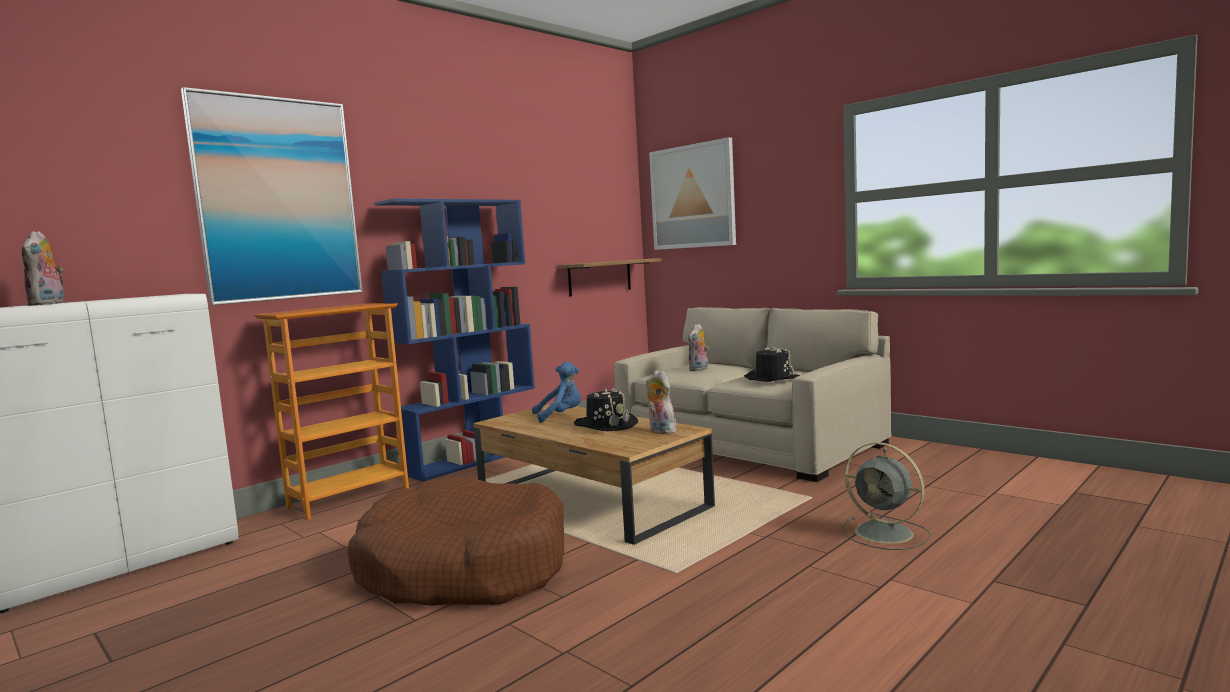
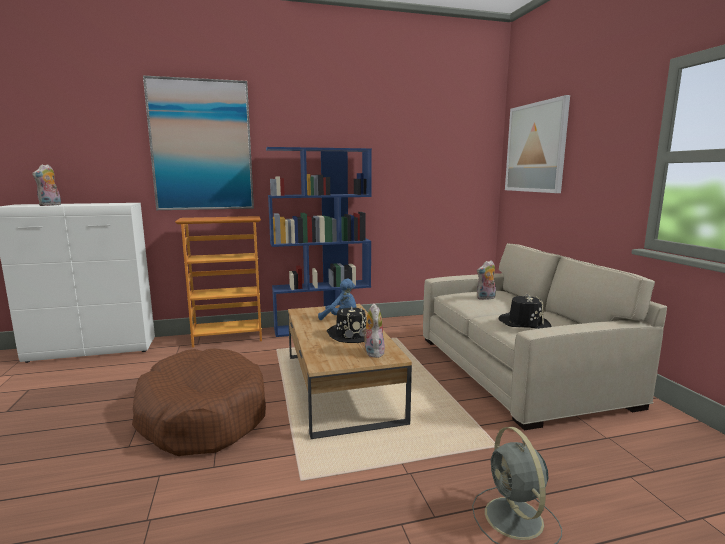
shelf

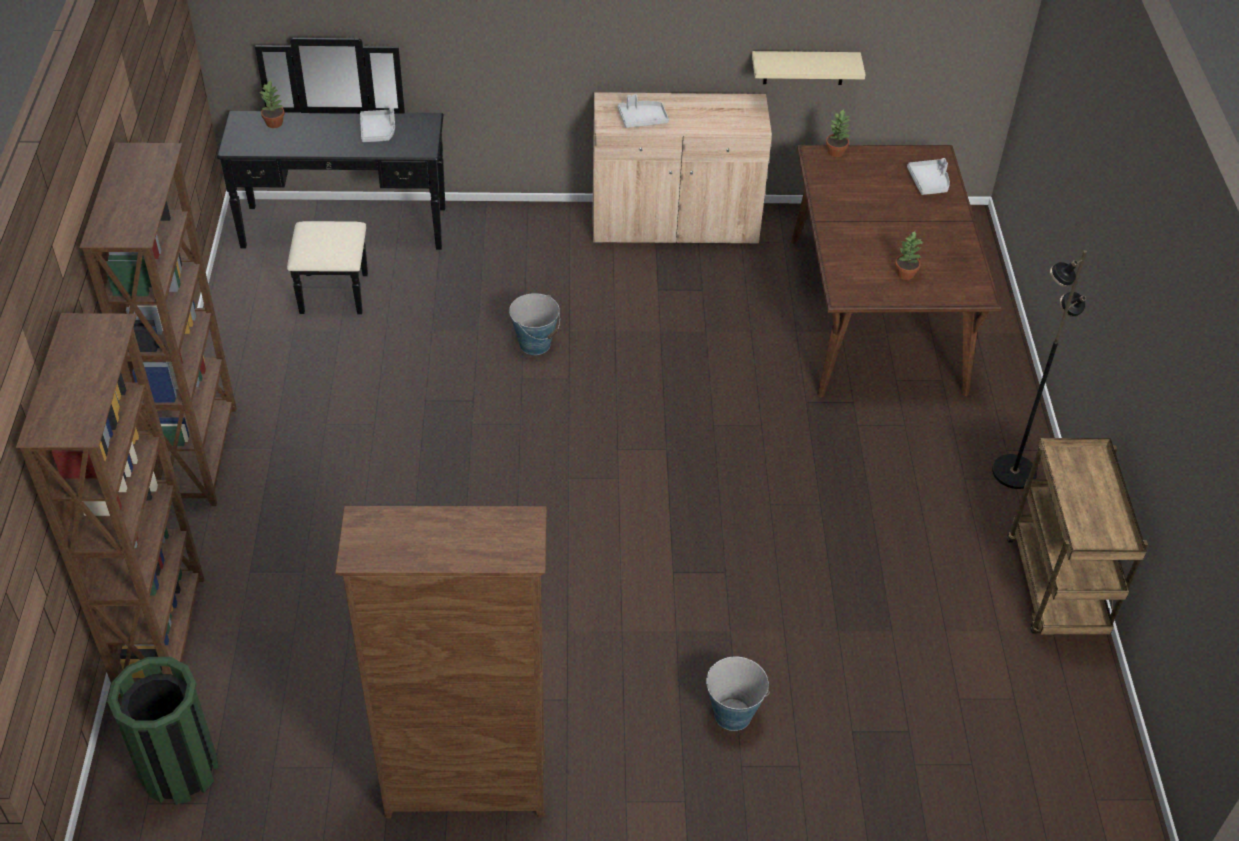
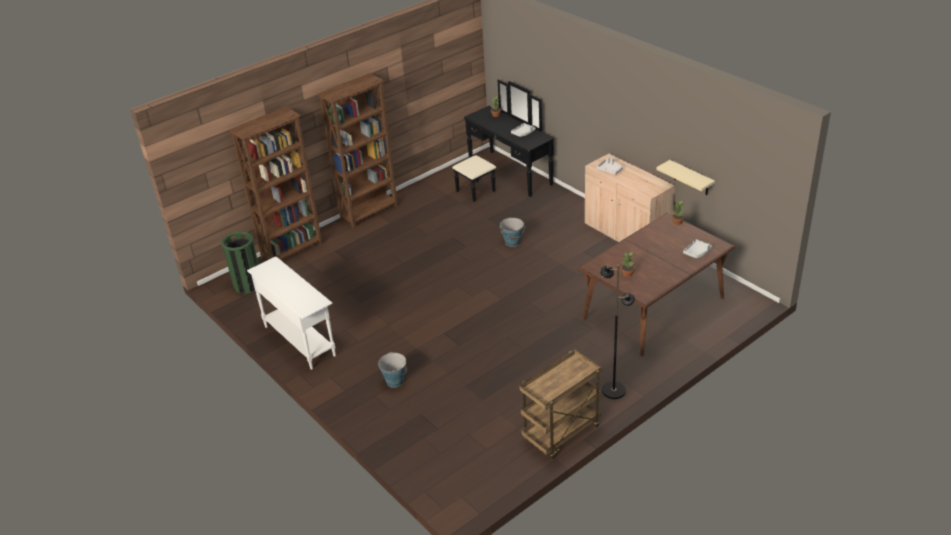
narrow table in whitish

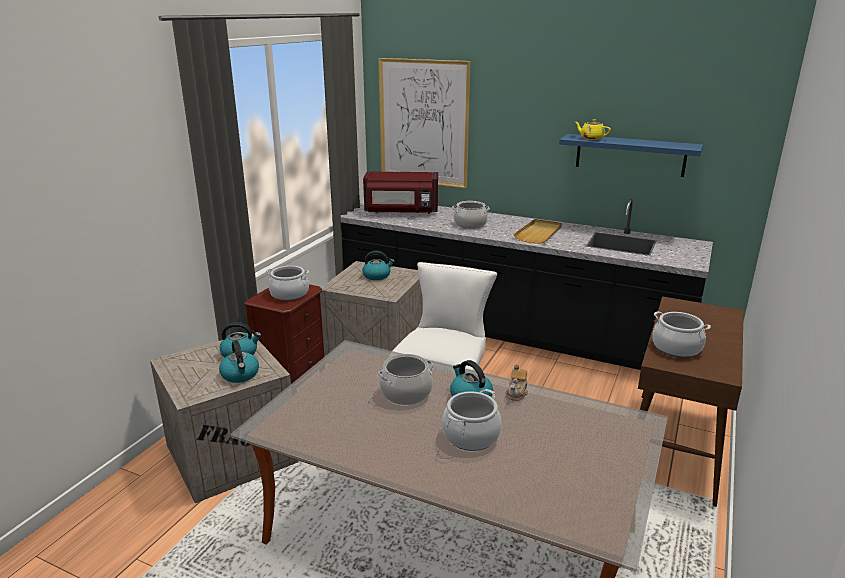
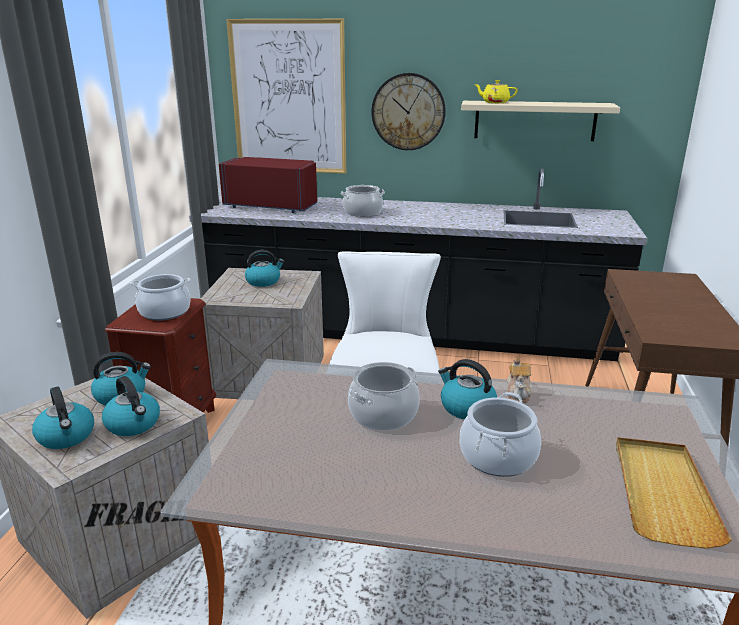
stockpot (5th from left in the first image)
kettle (1st from left)
hanging clock
tray in beige
shelf in beige
microwave oven in red

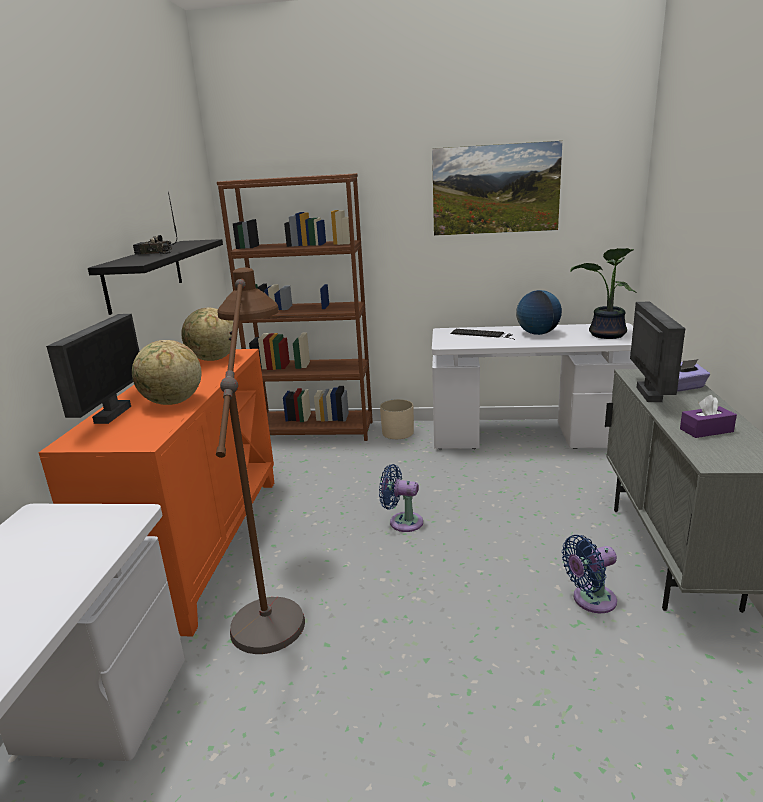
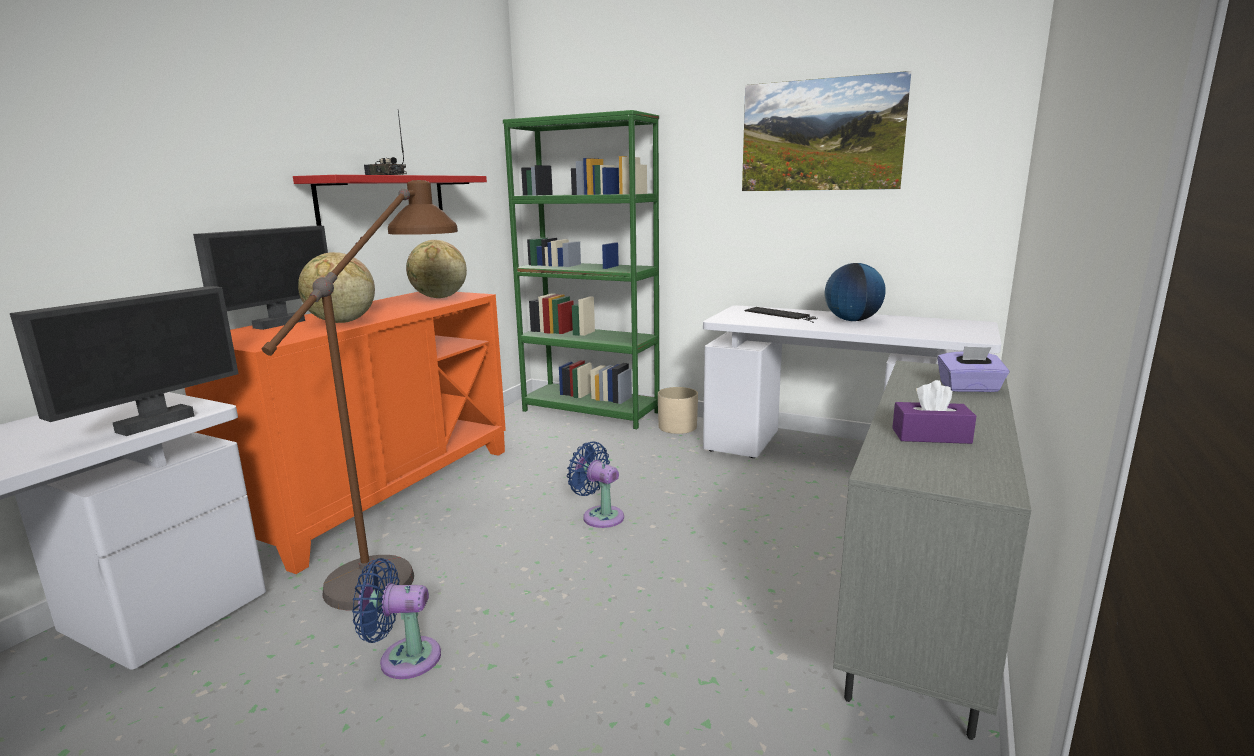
potted plant
fan in blue-coloured (1st from left)
computer screen (1st from left)
shelf in red
shelving unit in green-coloured

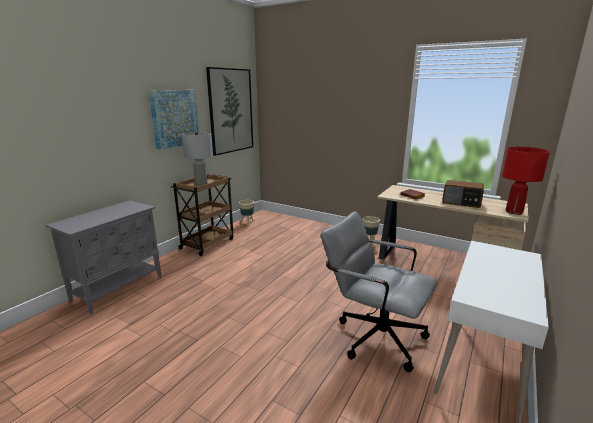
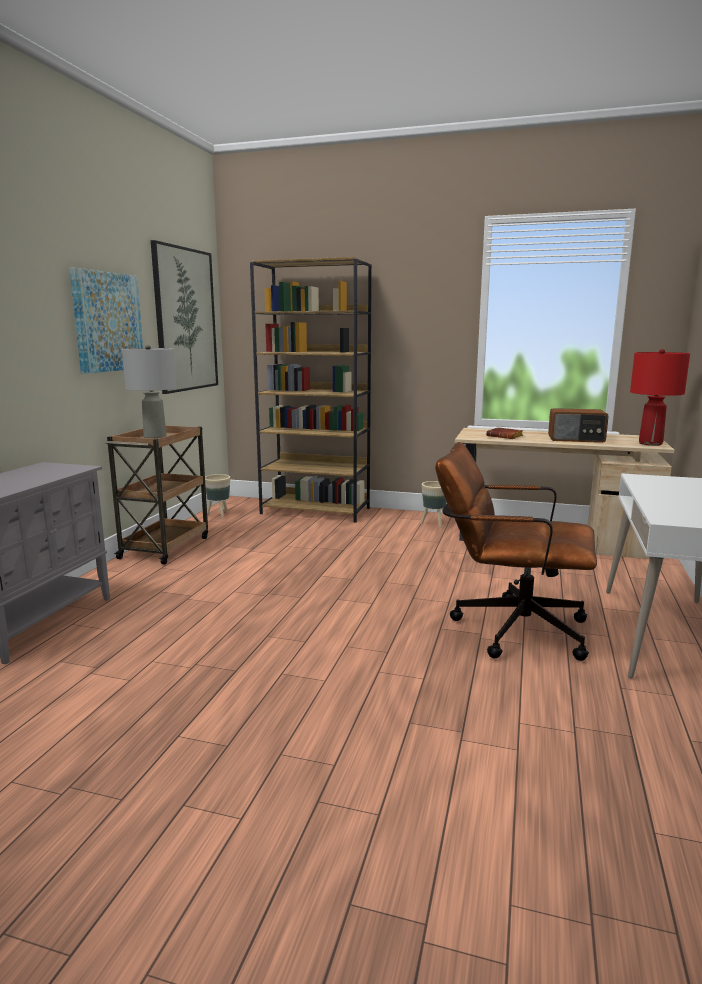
shelving unit in brownish
office chair in brownish

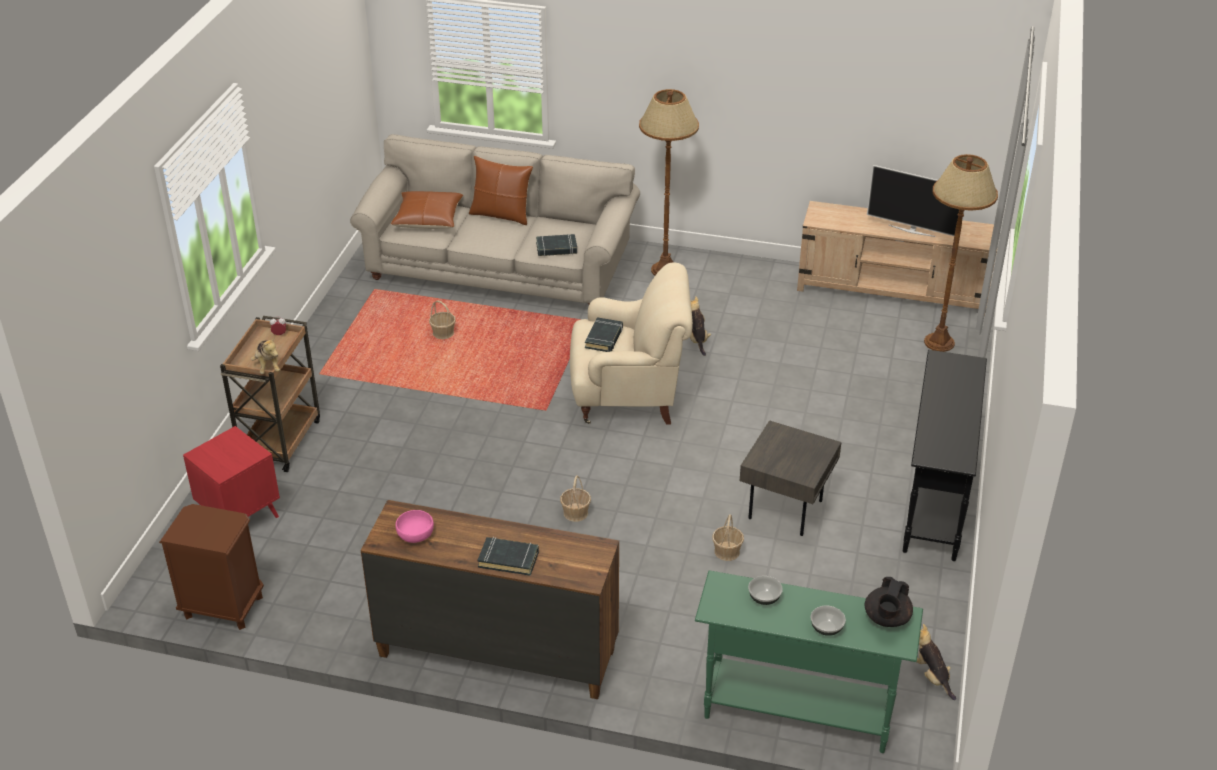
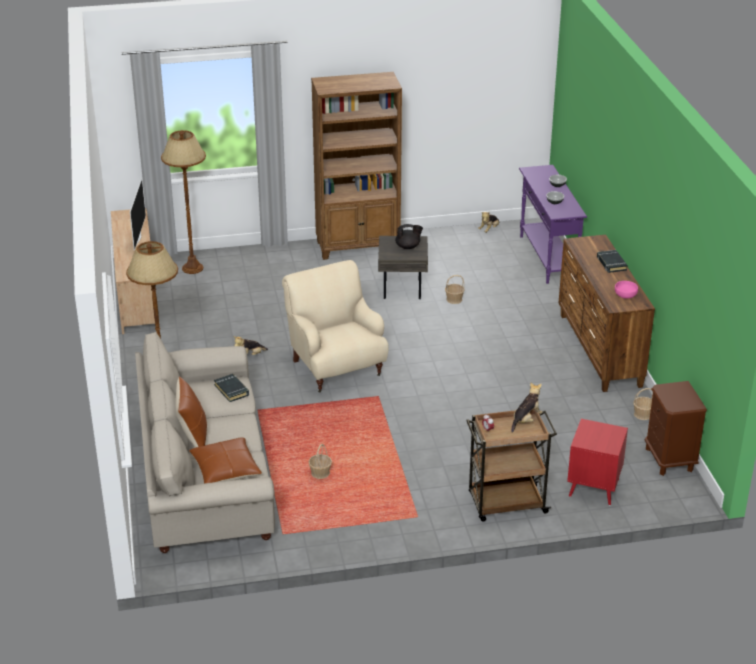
bound book in black (3rd from left in the first image)
household basket (3rd from left)
pot for tea in black
shelving unit in brownish
narrow table in purple-coloured

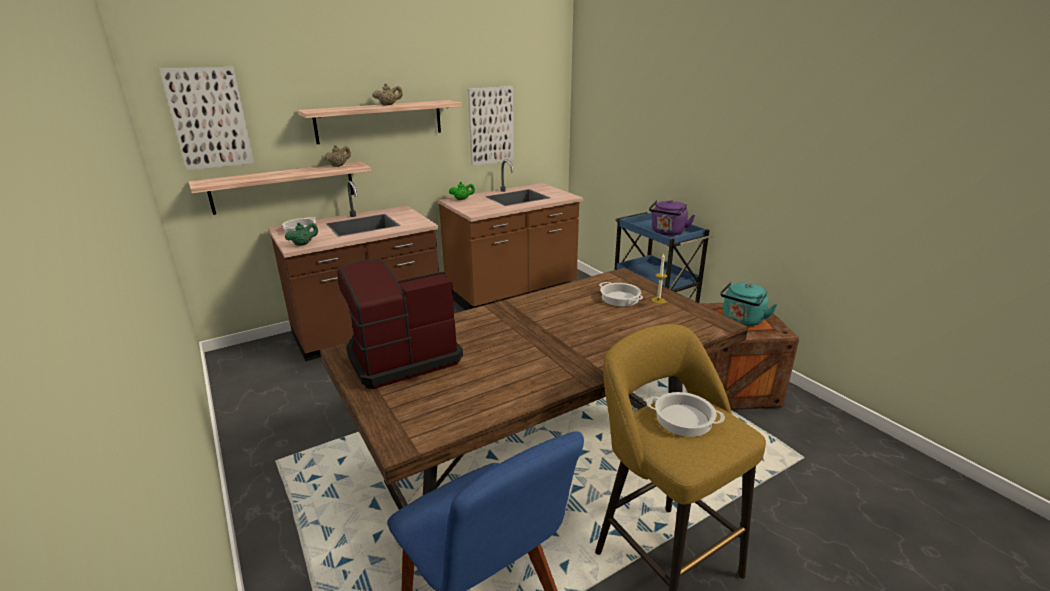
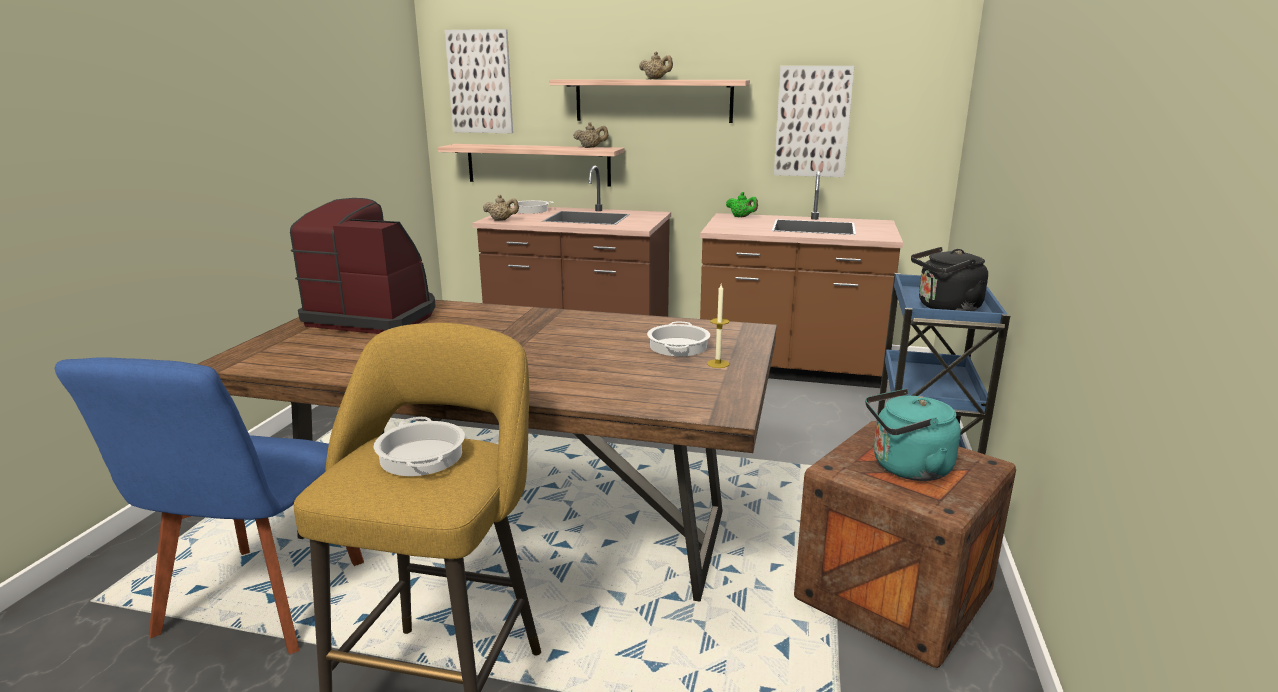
pot for tea in beige (1st from left)
kettle in black

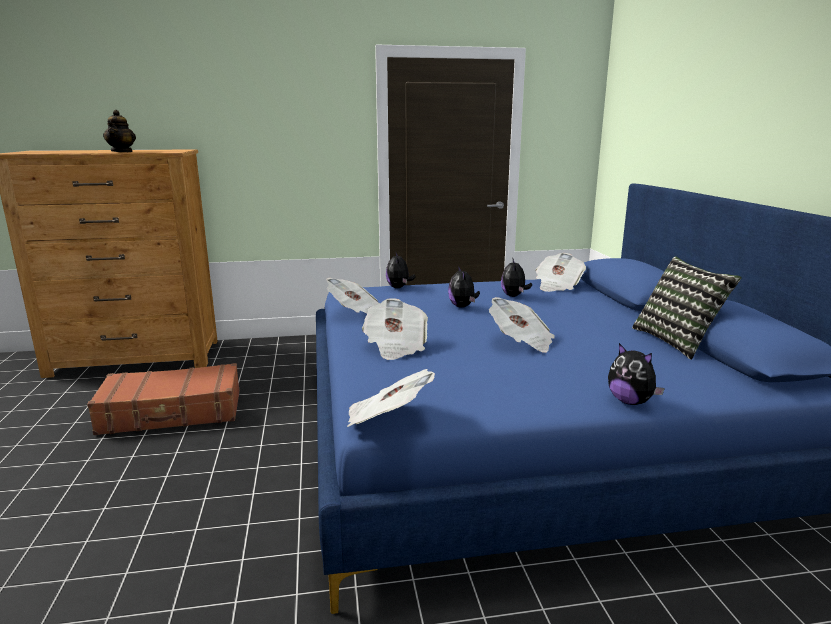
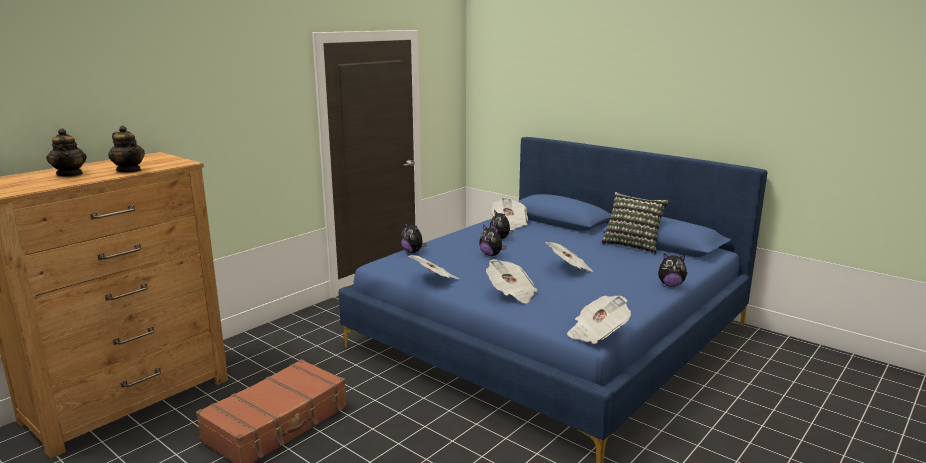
pot for tea (1st from left)

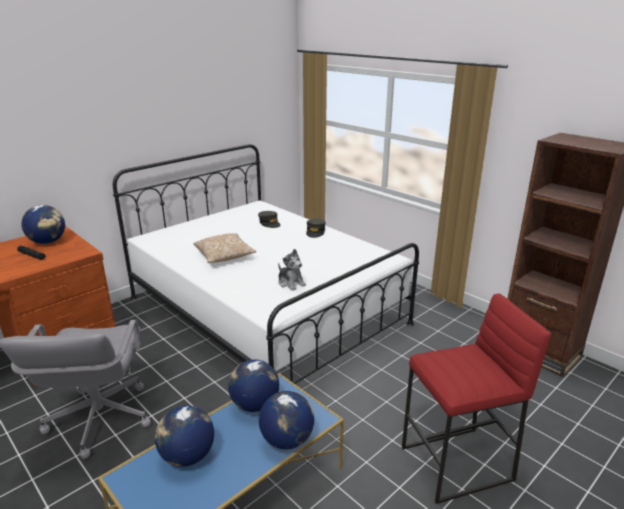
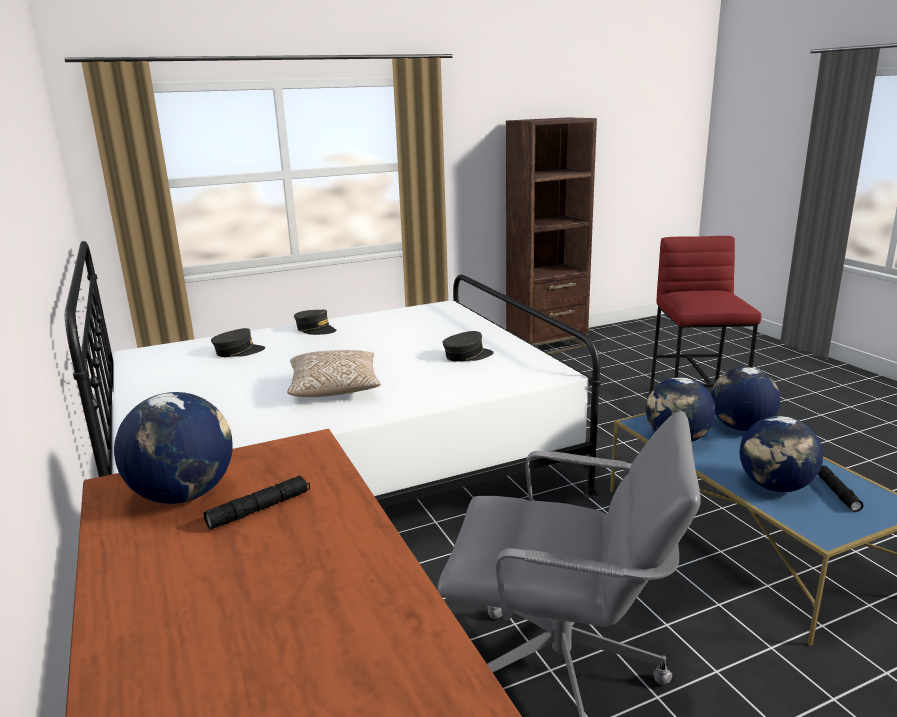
hand torch in black (2nd from left)
peaked cap in gray (3rd from left)

